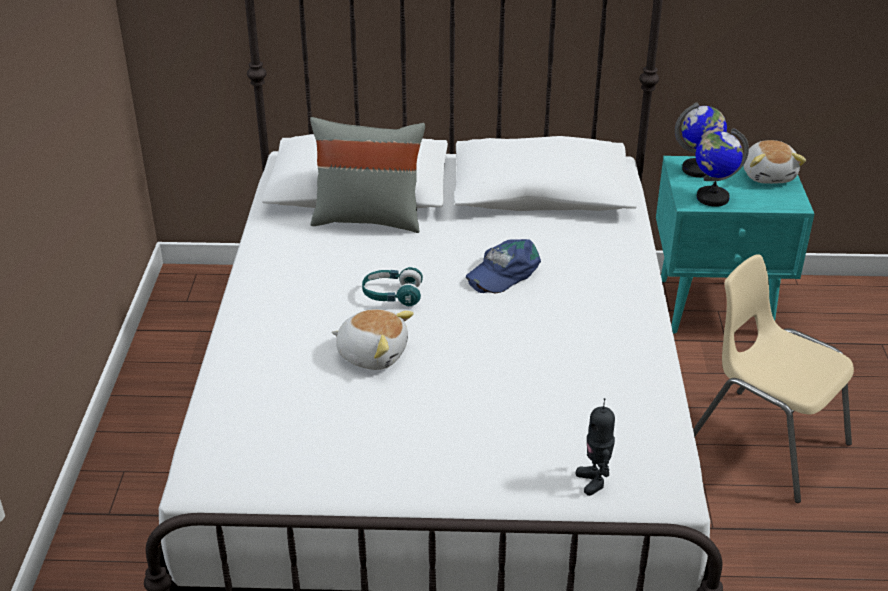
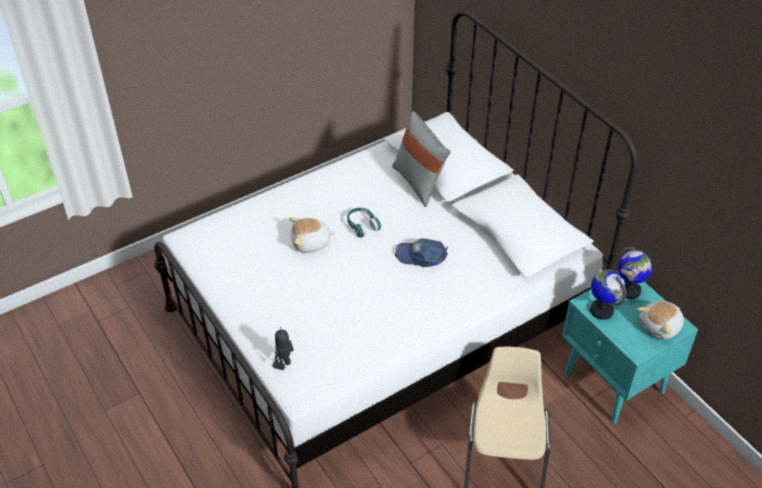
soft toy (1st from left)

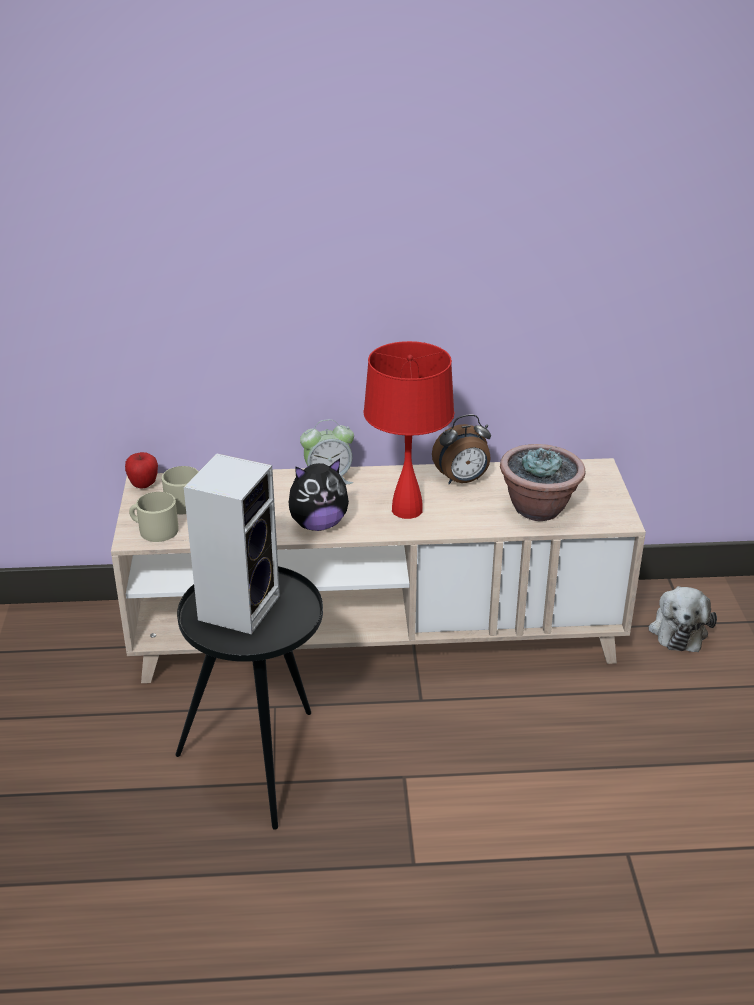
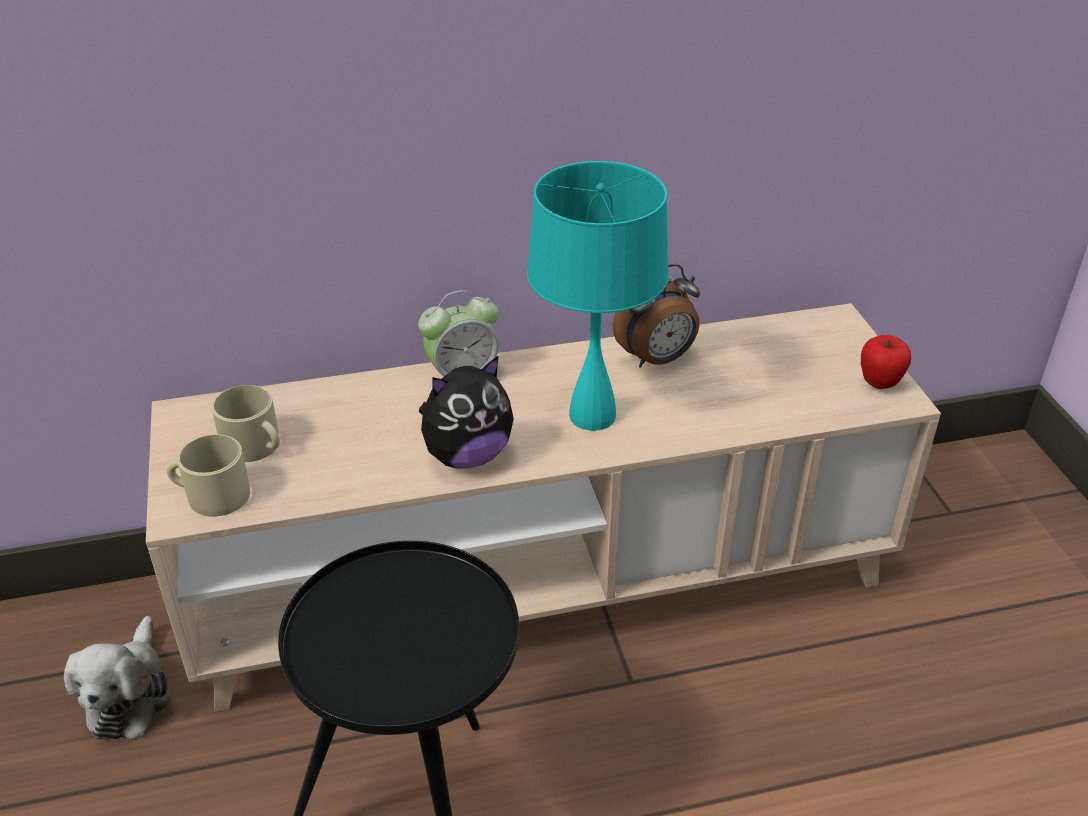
loudspeaker
potted plant
apple fruit
soft toy (1st from left)
tabletop lamp in turquoise

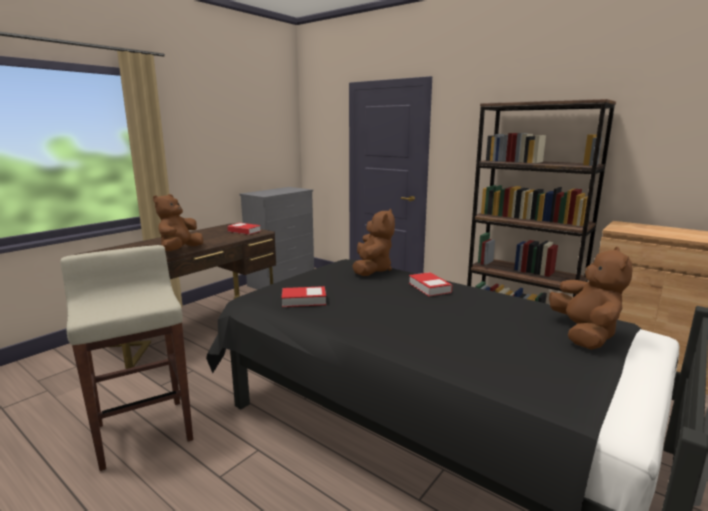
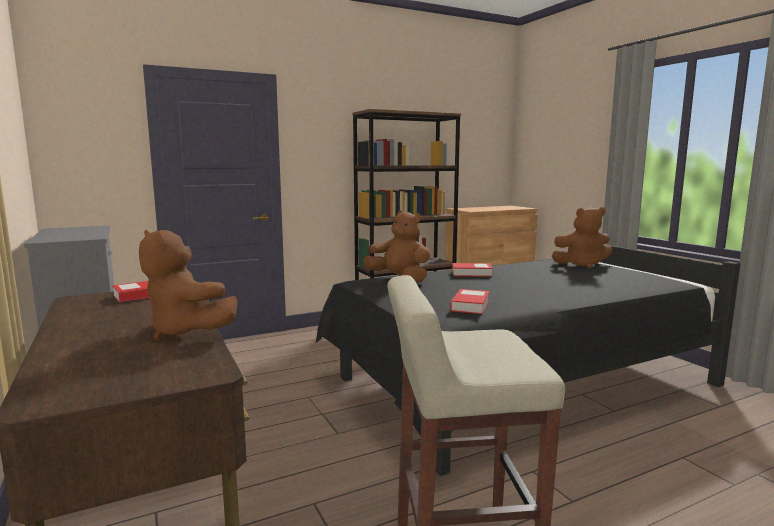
soft toy in brownish (3rd from left)

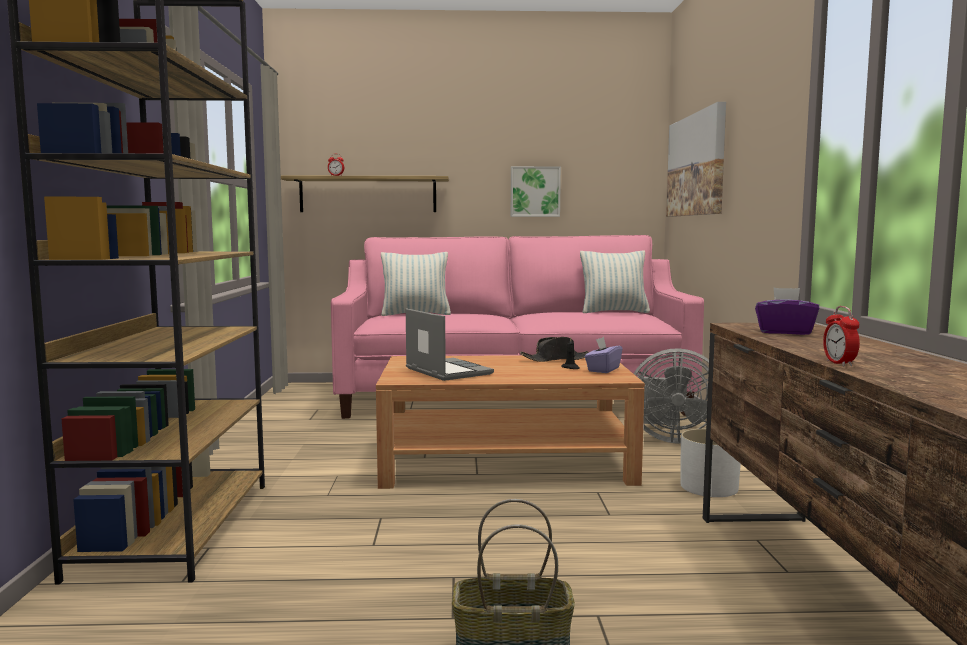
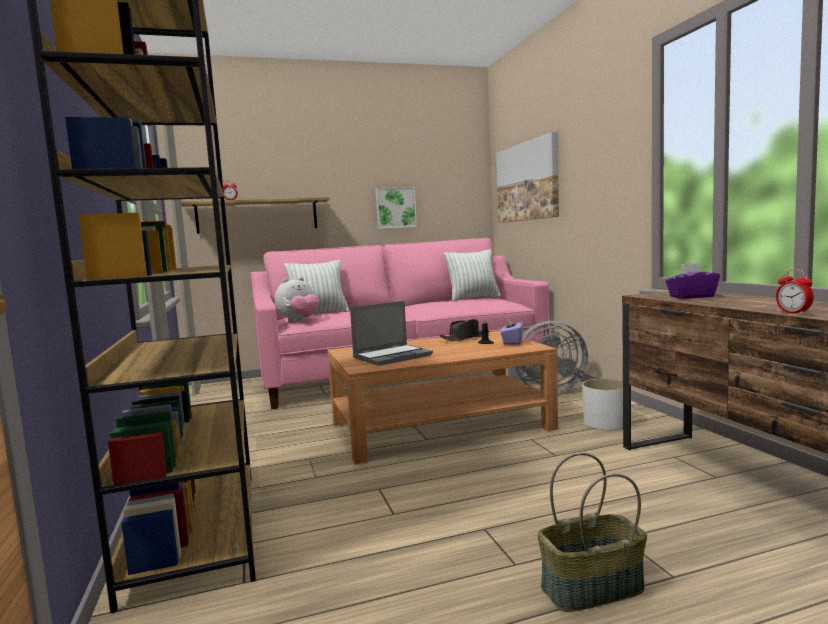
soft toy
notebook computer

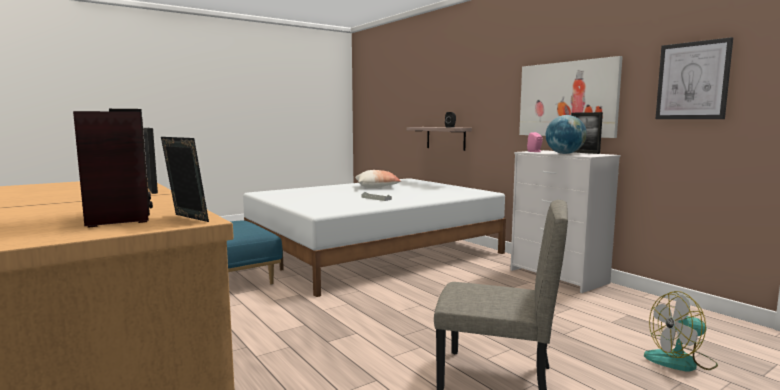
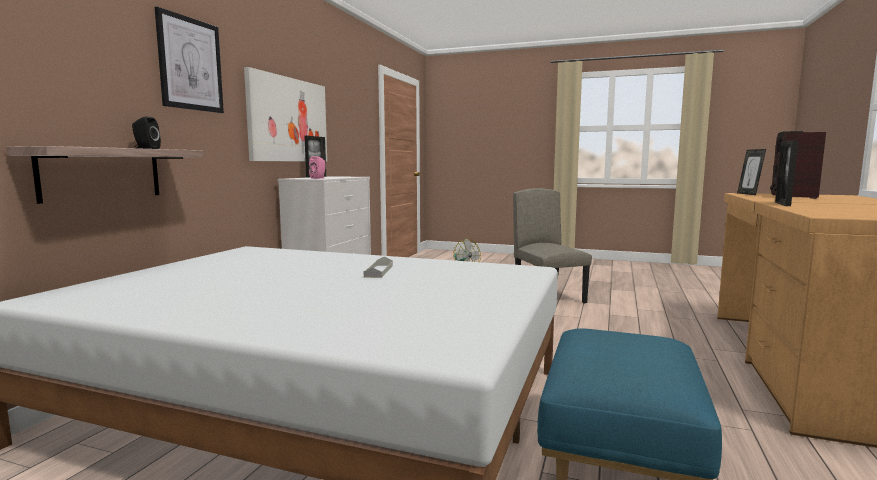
throw pillow
globe
picture (1st from left)

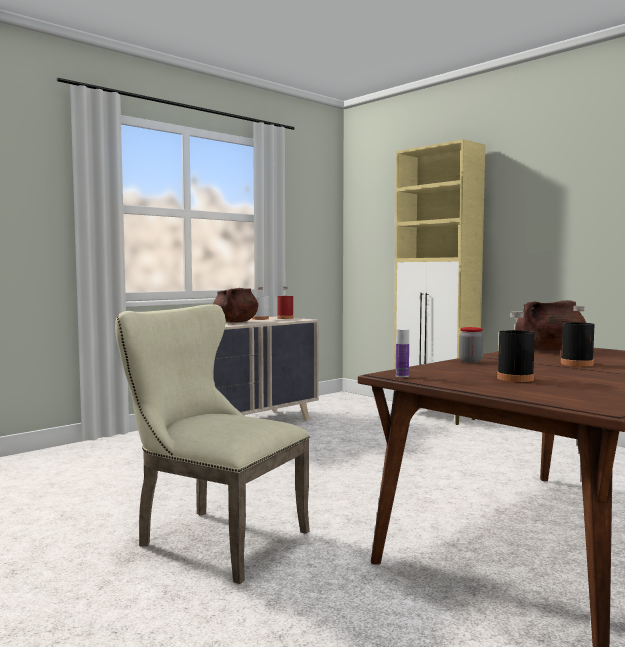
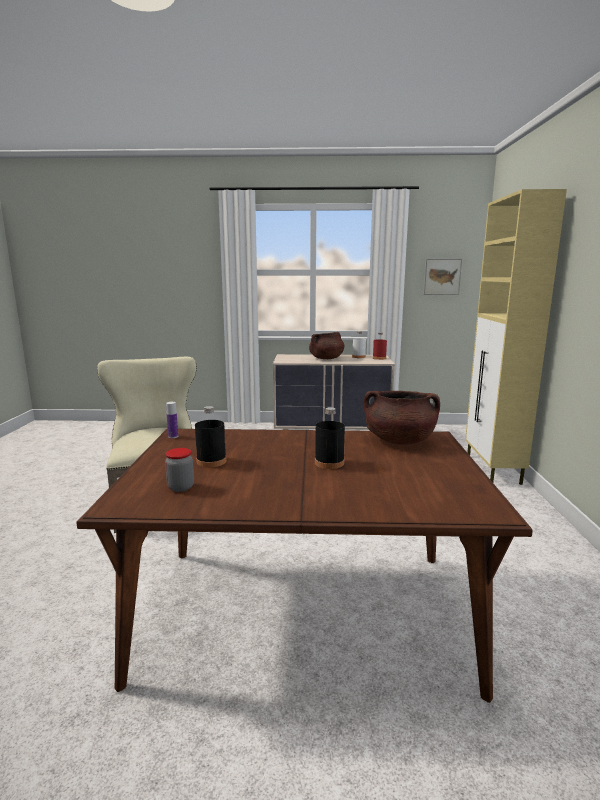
picture
storage jar

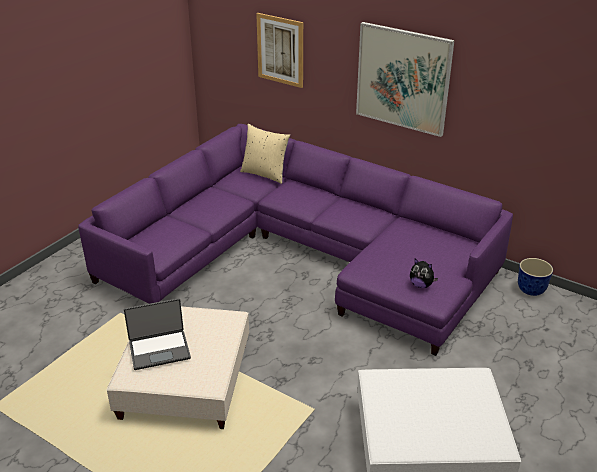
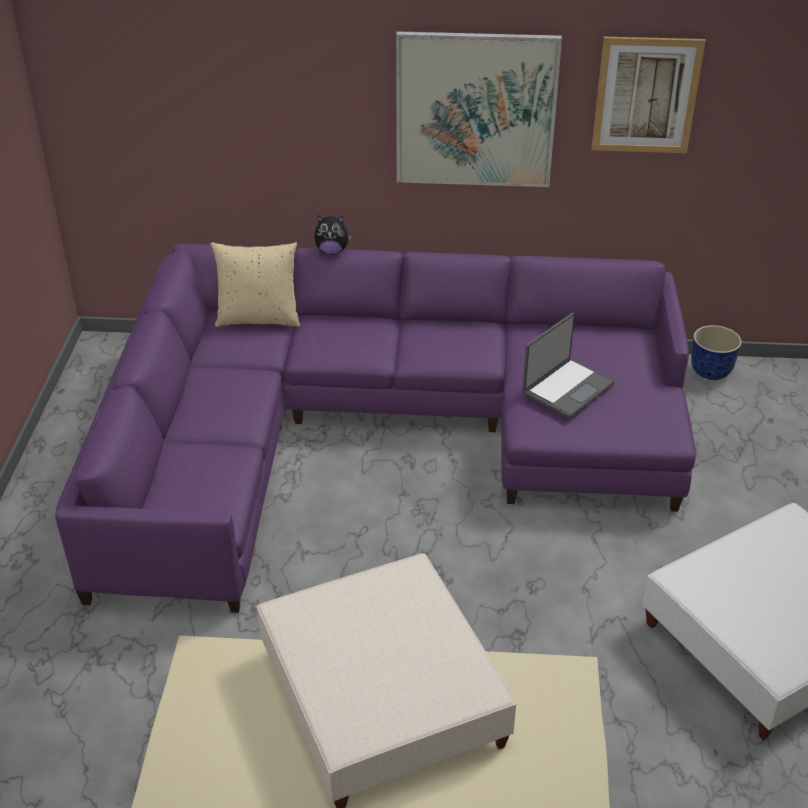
notebook computer
picture (2nd from left)
soft toy

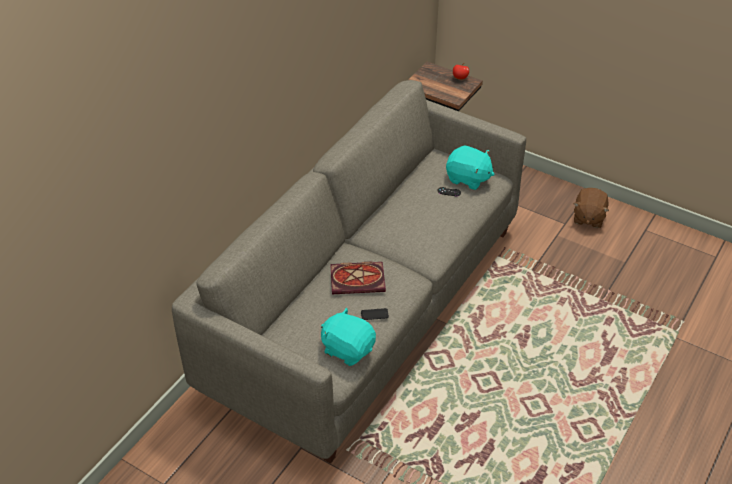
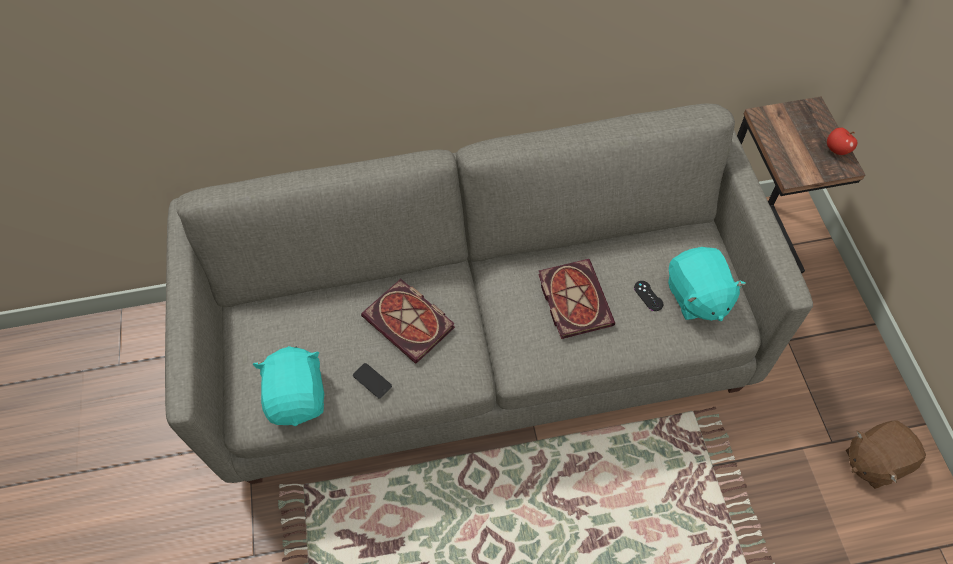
bound book (2nd from left)

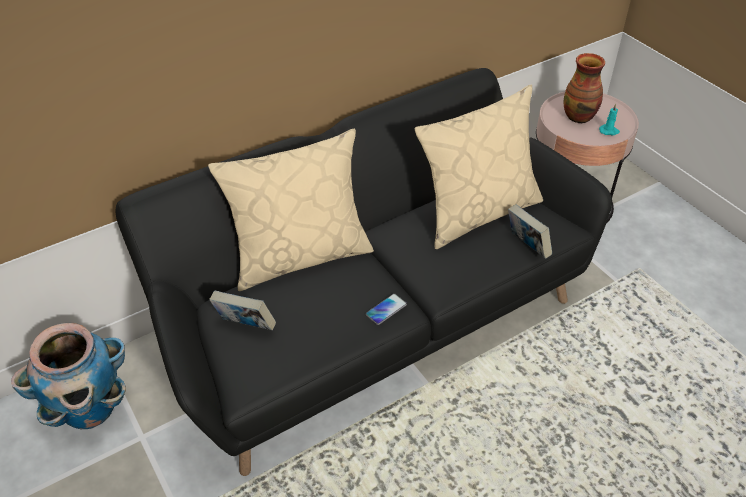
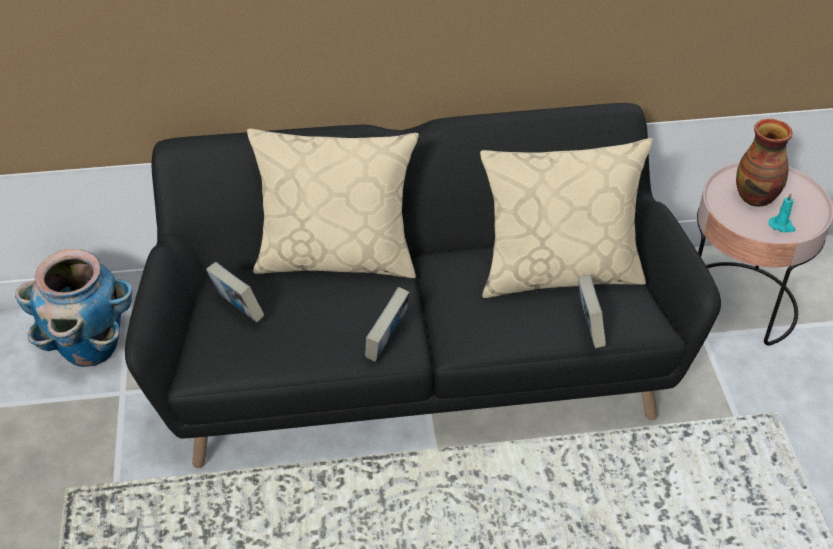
bound book (2nd from left)

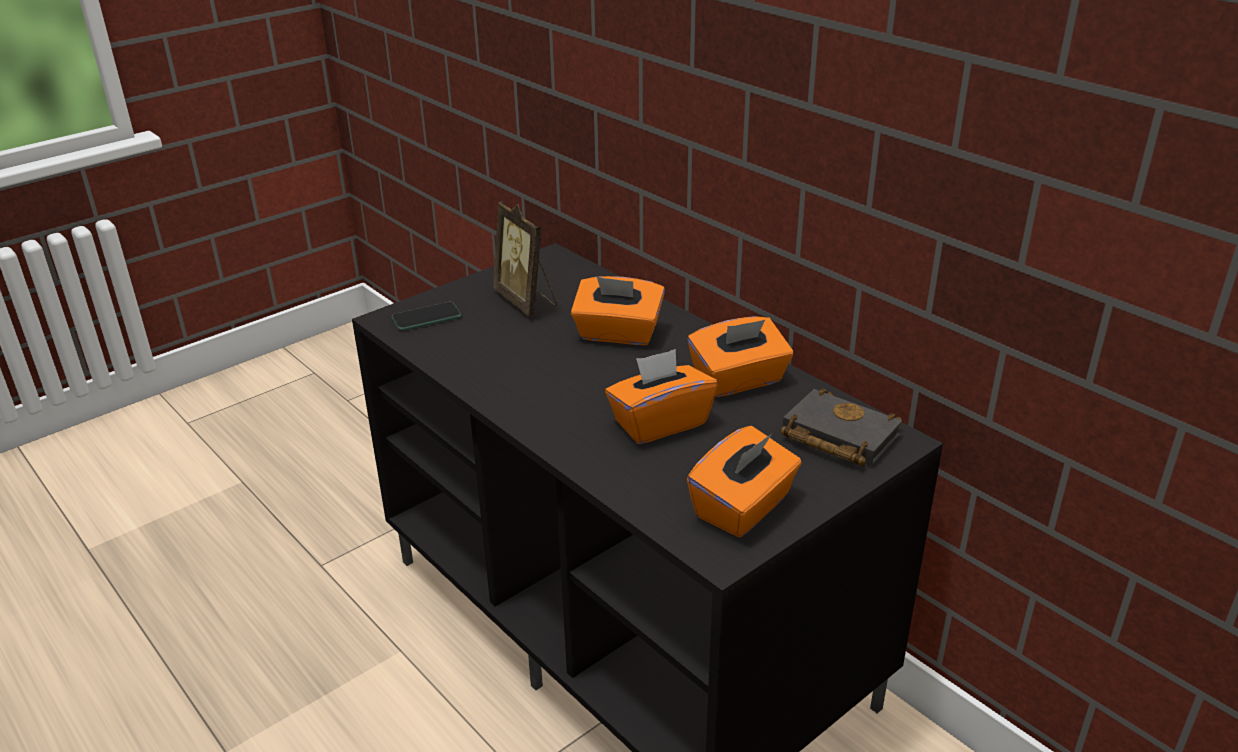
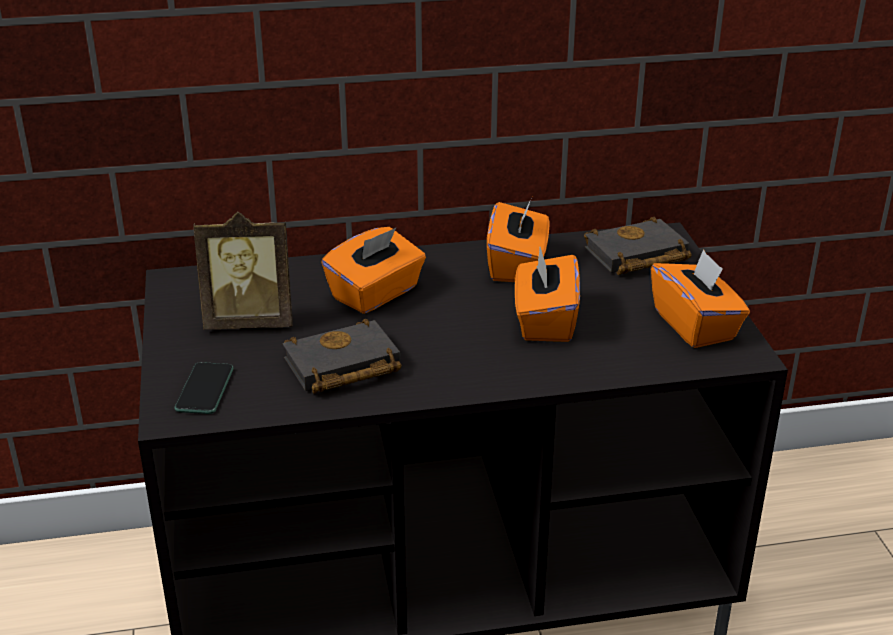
bound book in black (1st from left)

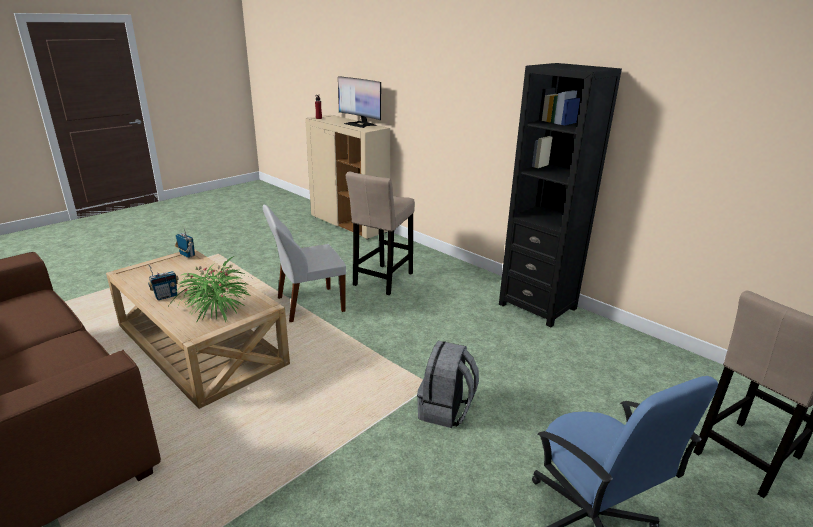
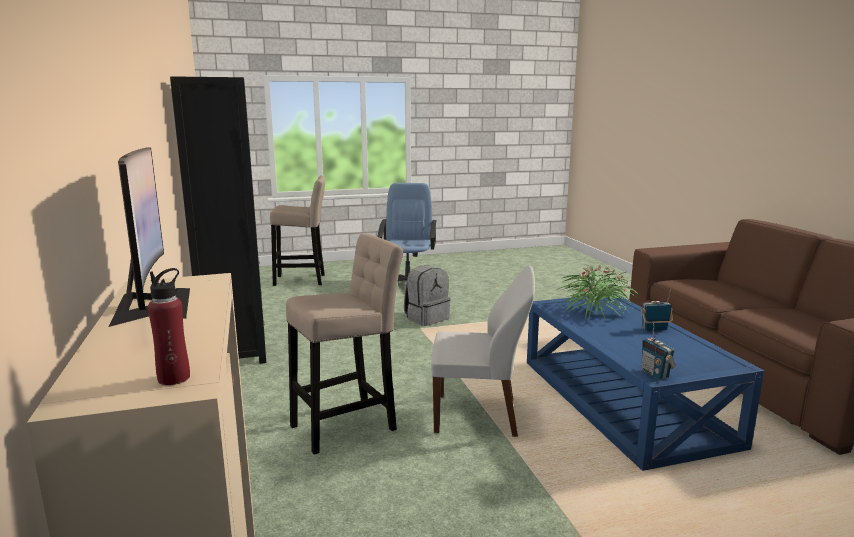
low table in blue-coloured

